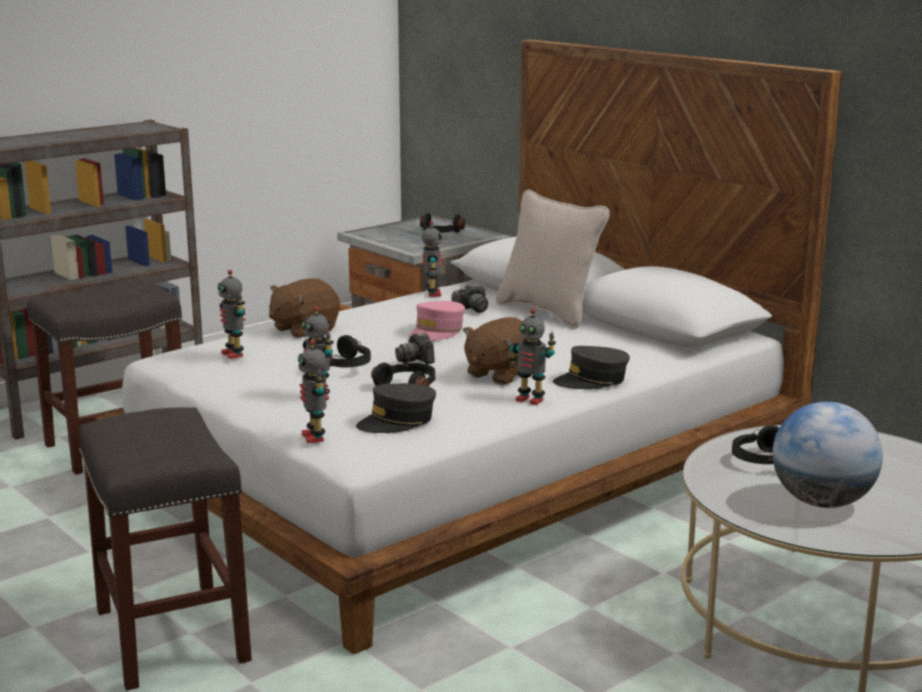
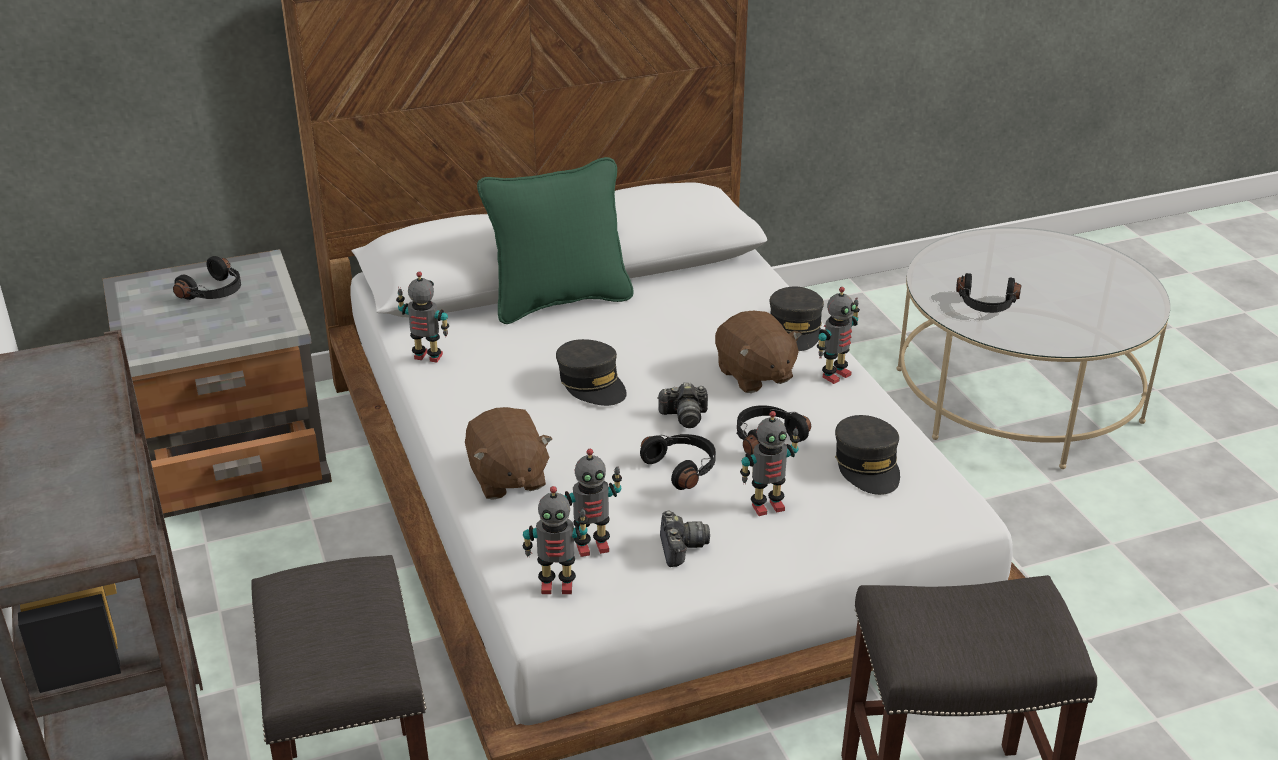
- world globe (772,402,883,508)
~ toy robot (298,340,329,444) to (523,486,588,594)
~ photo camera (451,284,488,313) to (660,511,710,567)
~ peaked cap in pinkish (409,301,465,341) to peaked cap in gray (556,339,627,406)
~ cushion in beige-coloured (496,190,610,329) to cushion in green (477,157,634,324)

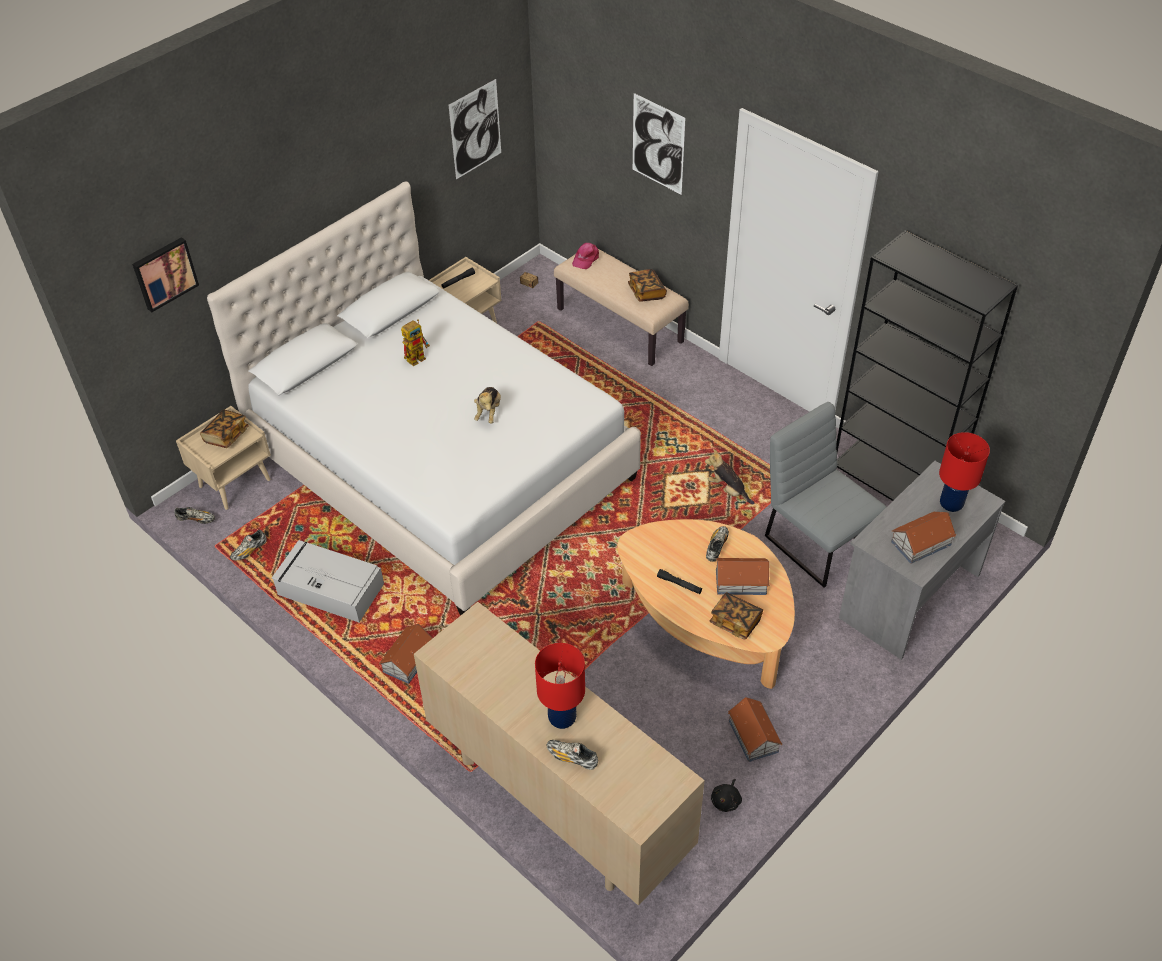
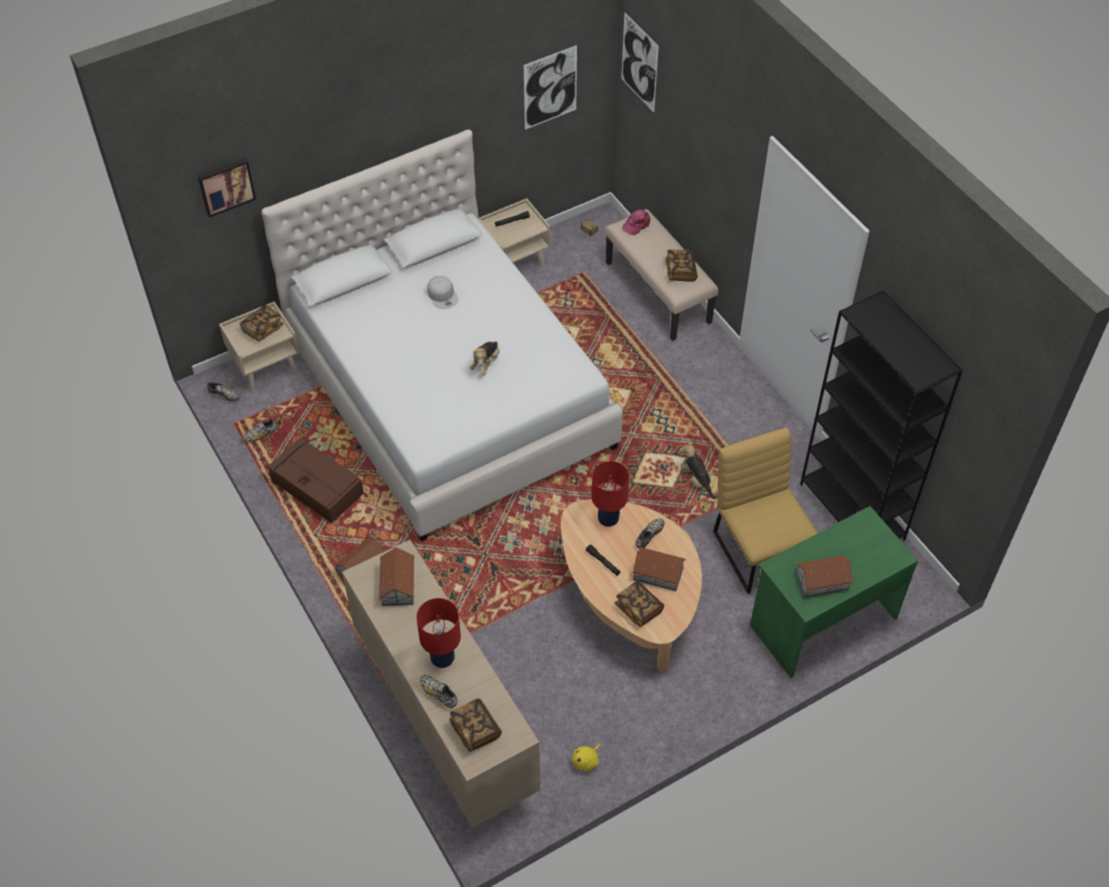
+ bound book (449,699,502,752)
~ picture (633,93,685,195) to (621,12,659,112)
~ model house (728,697,782,762) to (379,547,415,606)
~ lamp for a table in red (939,432,990,512) to (591,461,629,527)
~ toy robot (401,319,430,366) to peaked cap in white (427,276,458,309)
~ storage bin in gray (272,540,384,622) to storage bin in brownish (268,437,364,523)
~ plush toy in black (711,779,742,812) to plush toy in yellowish (572,744,601,771)
~ plain chair in gray (765,402,886,588) to plain chair in yellowish (713,428,818,594)
~ desk in gray (839,461,1005,660) to desk in green (750,506,918,678)

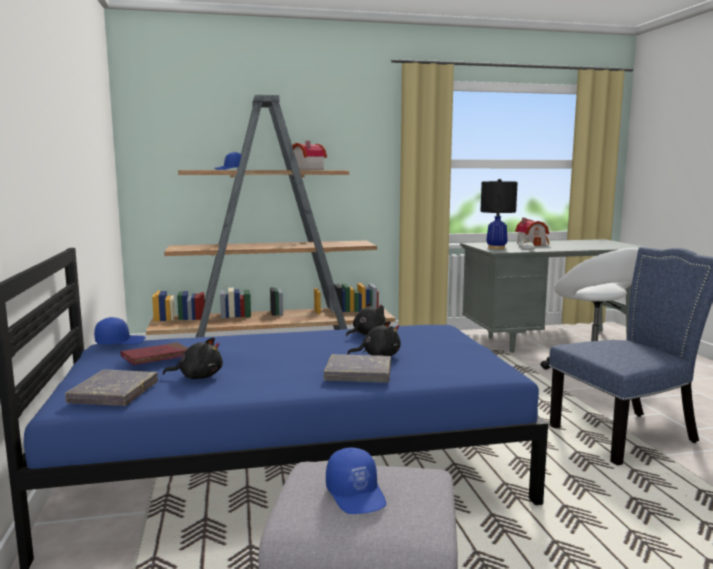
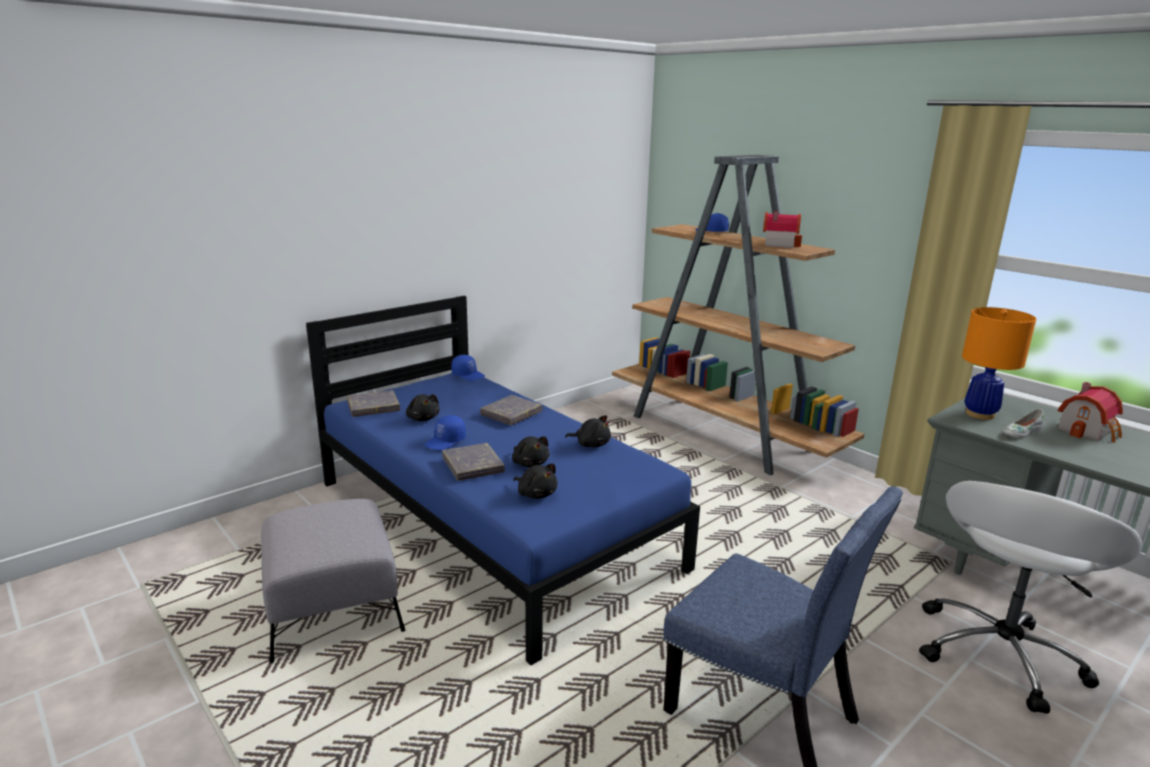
- bound book in red (120,342,188,365)
+ bound book in gray (480,395,542,425)
+ plush toy in black (513,464,557,499)
~ peaked cap in blue-coloured (326,447,386,514) to (425,415,466,450)
~ lamp for a table in black (481,179,518,249) to lamp for a table in orange (962,307,1036,420)

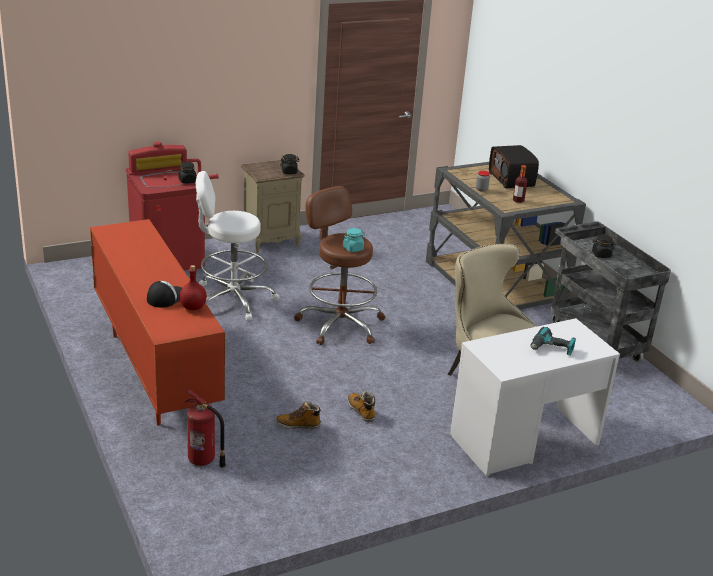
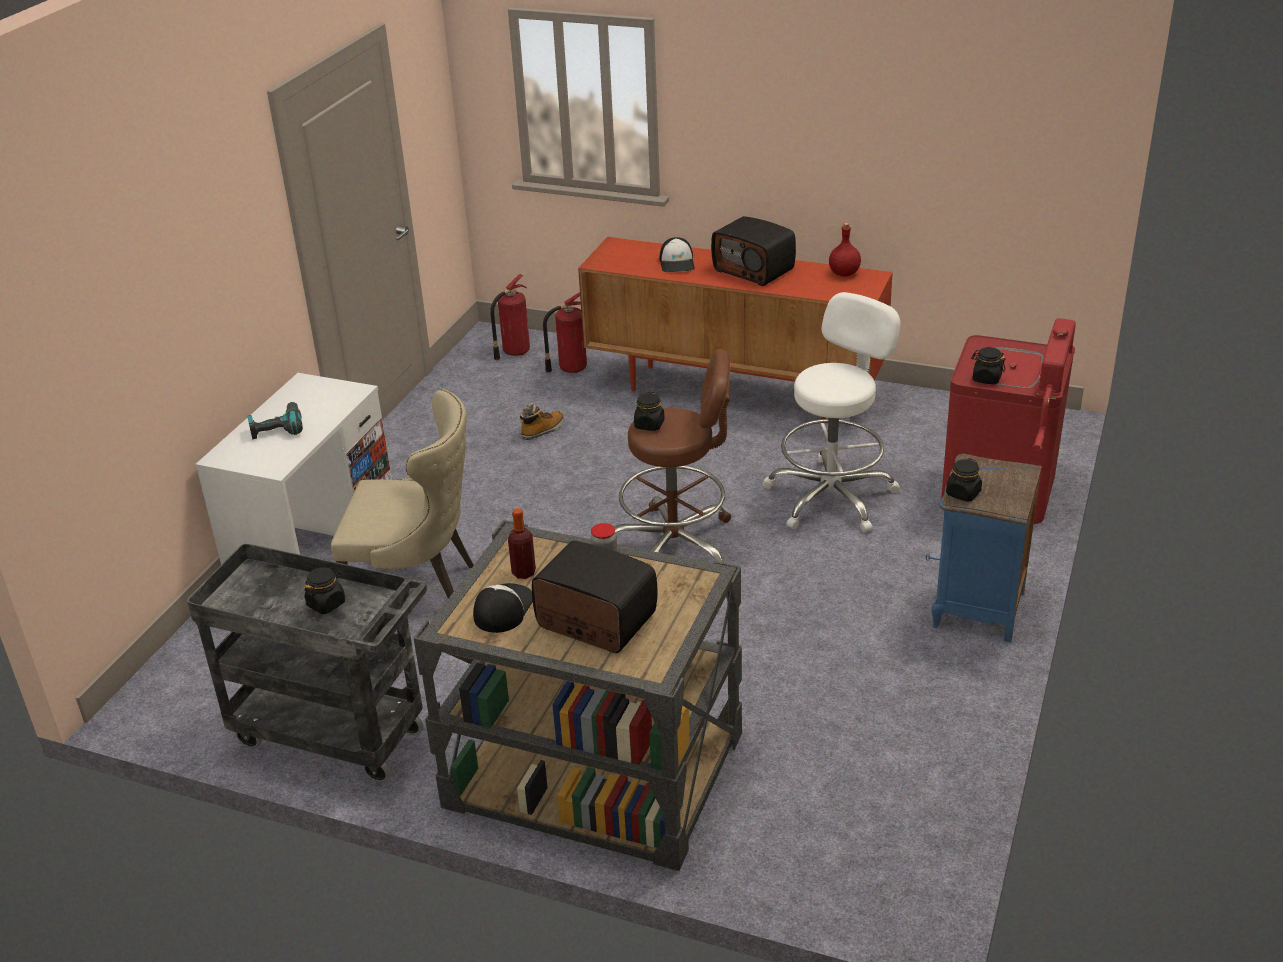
- tall boot (348,391,375,422)
+ peaked cap (473,583,533,633)
+ fire extinguisher (490,274,530,360)
+ radio set (711,216,796,286)
~ drink bottle in red (180,265,207,310) to (829,223,861,277)
~ bedside table in beige-coloured (241,160,305,253) to bedside table in blue-coloured (926,454,1042,642)
~ jar in turquoise-coloured (343,228,365,252) to jar in black (634,392,665,431)

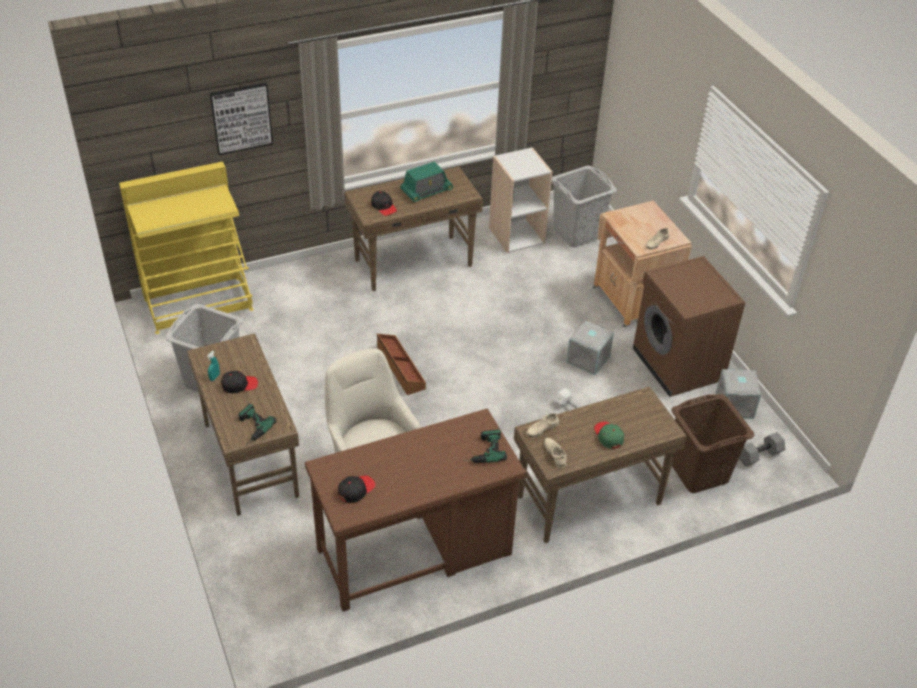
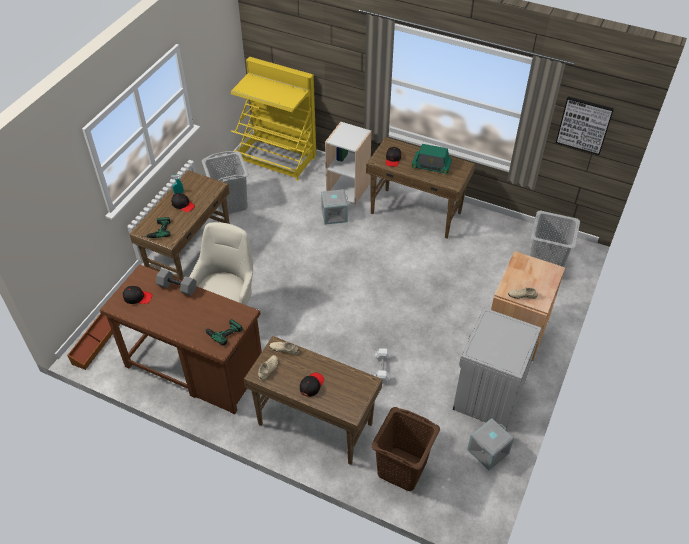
~ picture (210,82,273,155) to (556,97,614,155)
~ storage bin in brownish (377,334,426,395) to (67,313,120,370)
~ bookshelf (489,147,552,253) to (325,122,372,205)
~ storage bin in gray (566,320,614,375) to (321,189,348,225)
~ free weight in gray (739,432,785,466) to (156,269,197,296)
~ peaked cap in green (594,422,624,449) to peaked cap in black (300,373,324,397)
~ laundry appliance in brownish (633,256,745,397) to laundry appliance in white (453,308,542,430)

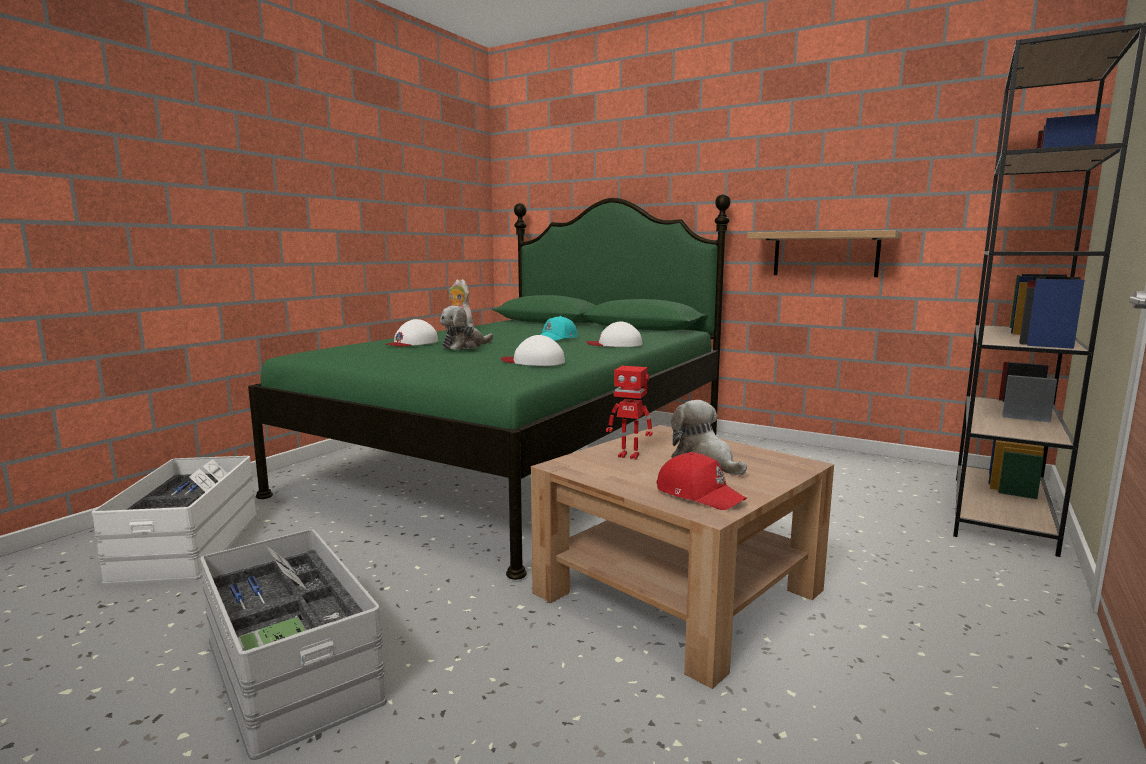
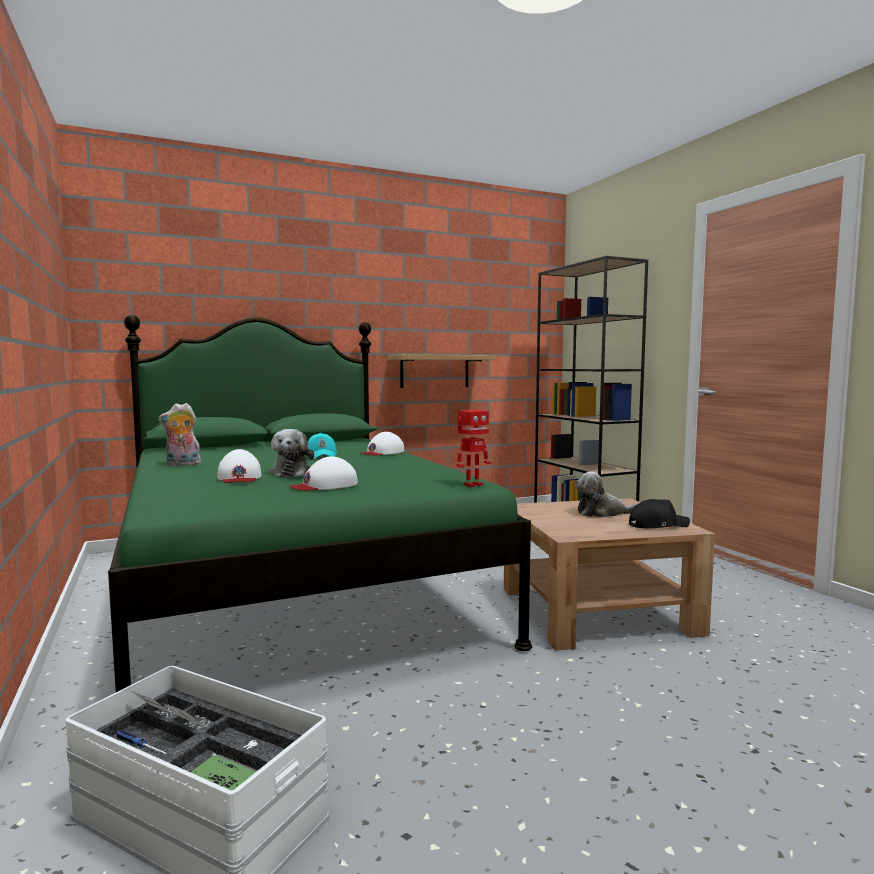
- storage bin in gray (200,529,387,760)
~ peaked cap in white (501,335,565,366) to (289,456,358,491)
~ toy robot (606,366,653,459) to (457,410,491,487)
~ peaked cap in red (656,452,747,510) to peaked cap in black (629,499,690,529)

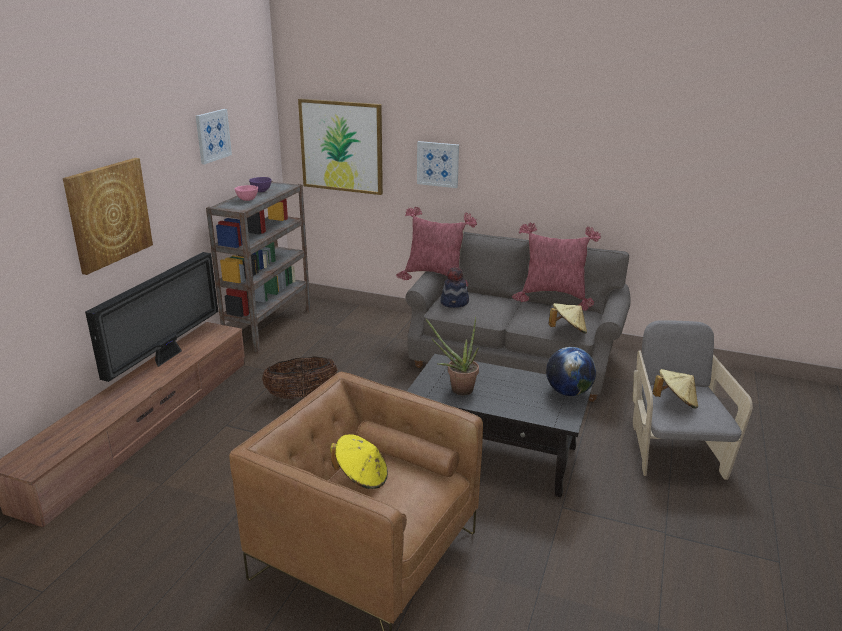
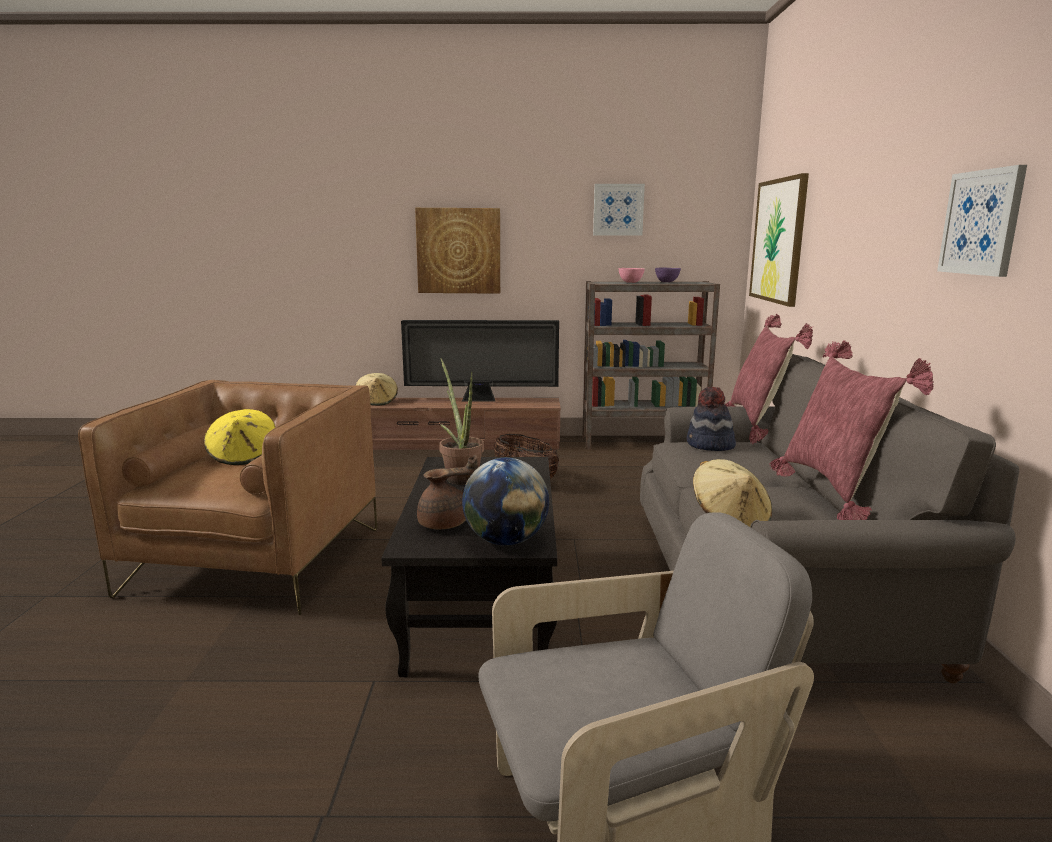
+ teapot in brownish (417,455,478,529)
~ picture (417,141,459,188) to (937,165,1027,277)
~ clothing hat in beige-coloured (652,369,698,409) to (356,373,398,406)

